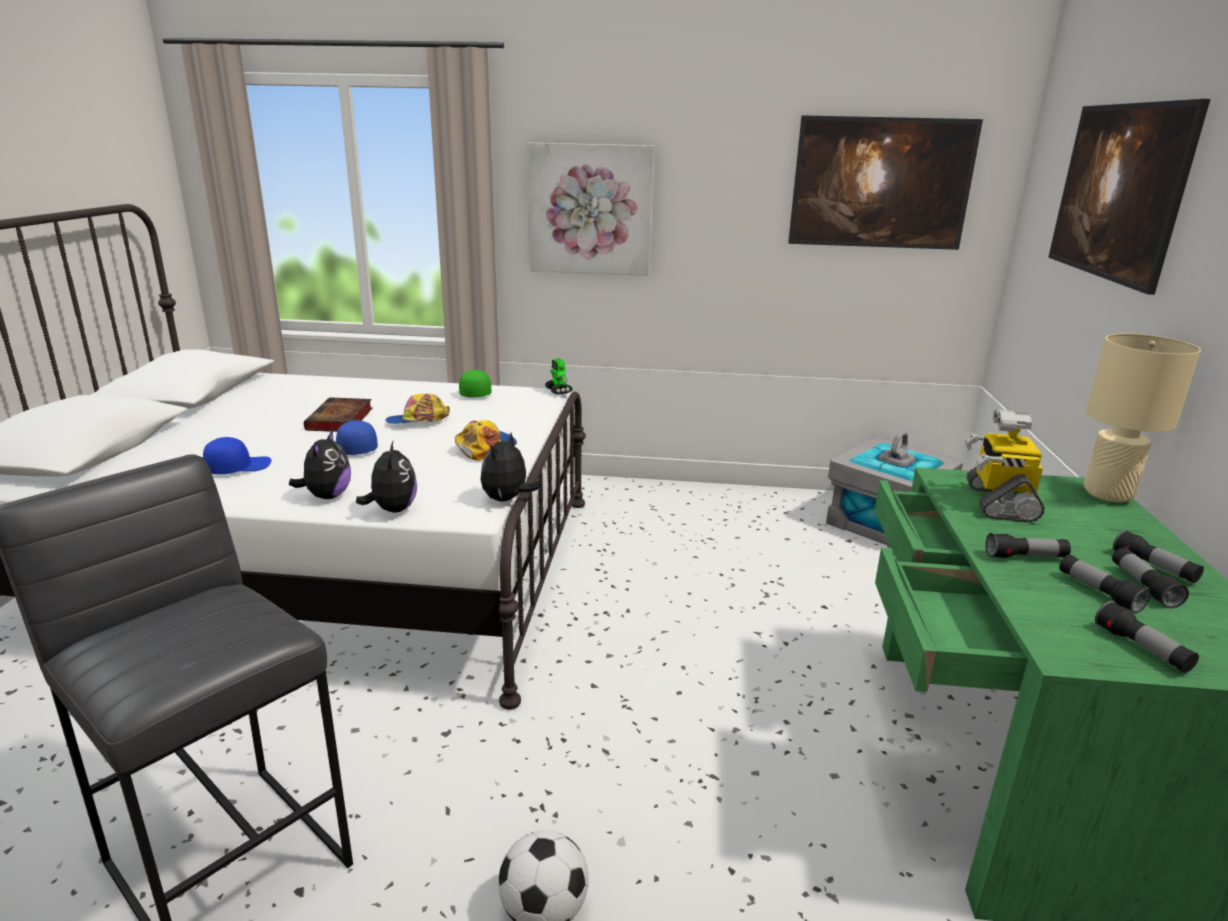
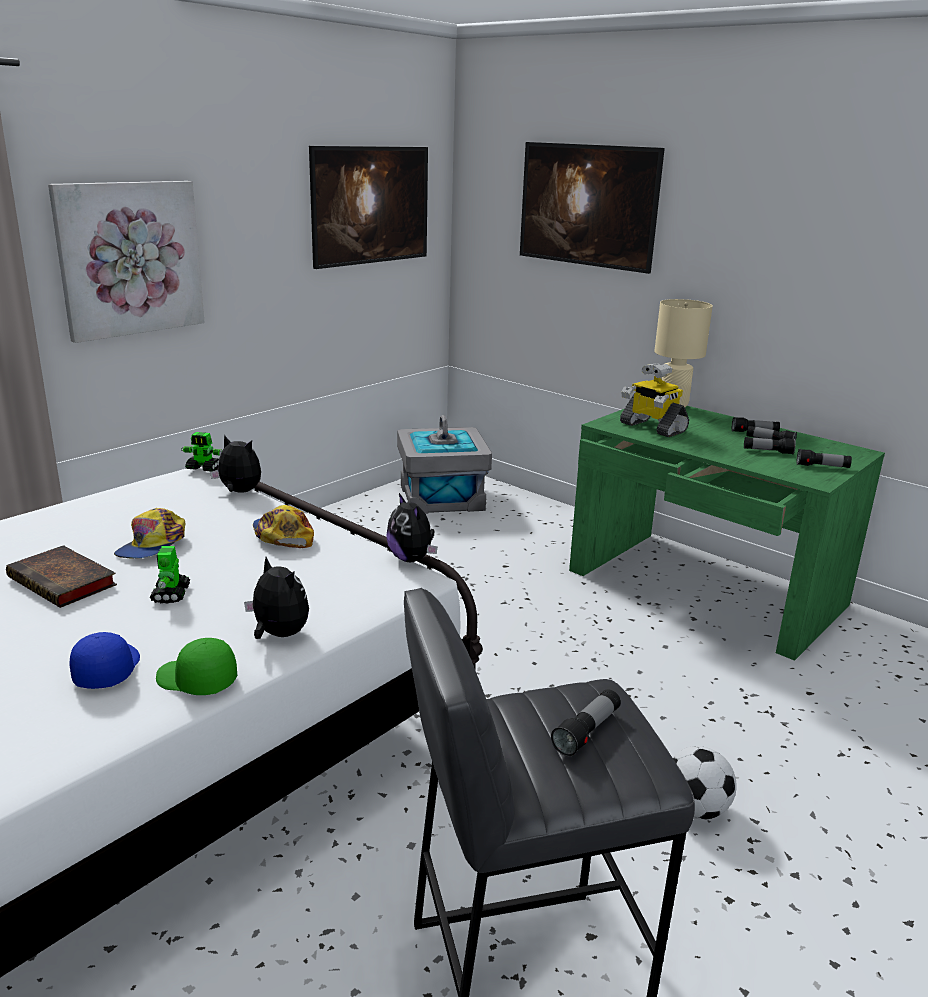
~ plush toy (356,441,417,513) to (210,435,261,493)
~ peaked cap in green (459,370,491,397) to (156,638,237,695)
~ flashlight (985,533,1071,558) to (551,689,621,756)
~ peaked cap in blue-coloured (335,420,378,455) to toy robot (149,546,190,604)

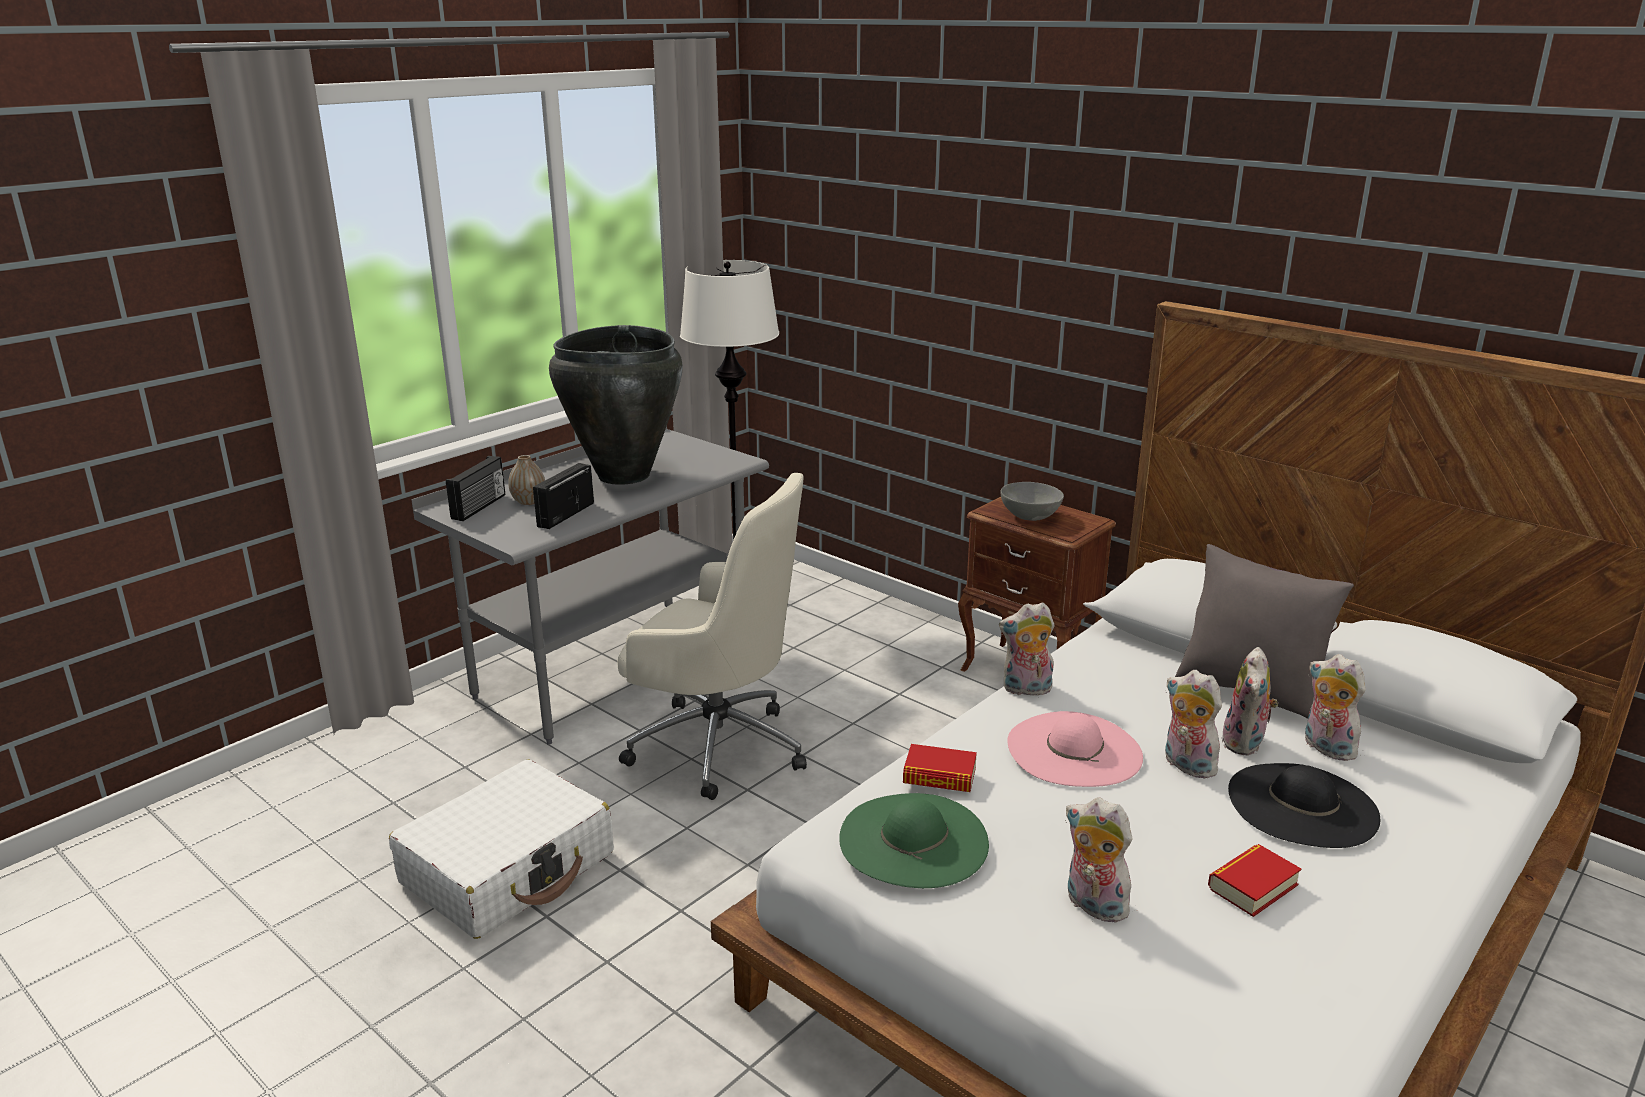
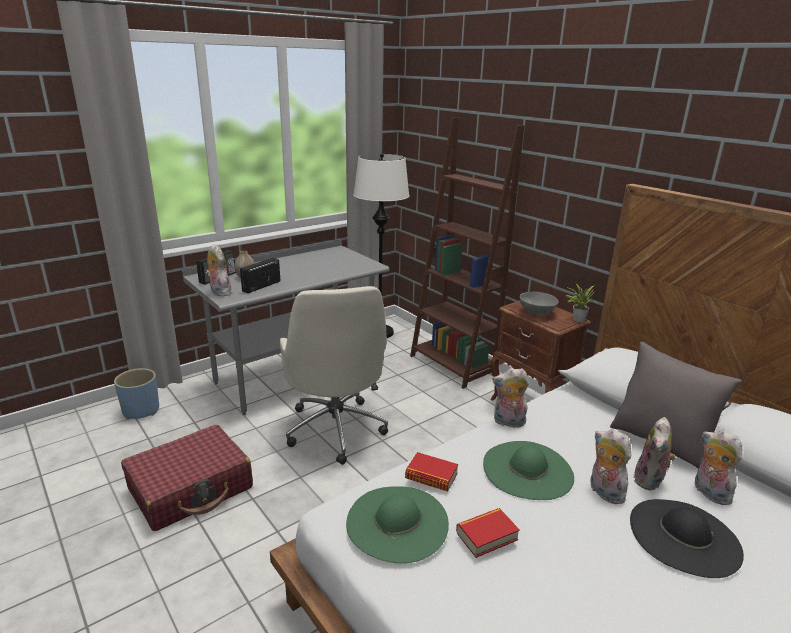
- vase in black (549,325,683,485)
+ plant pot in blue-coloured (114,368,159,419)
+ bookshelf in brownish (410,117,524,389)
+ houseplant (566,284,595,322)
~ plush toy (1065,798,1133,922) to (206,244,231,296)
~ bound book (1208,844,1301,917) to (456,508,520,558)
~ travel case in white (389,760,613,939) to travel case in red (121,425,253,531)
~ clothing hat in pinkish (1007,711,1143,787) to clothing hat in green (483,441,574,500)
~ desk chair in beige-coloured (617,473,807,800) = (280,286,388,465) 45 degrees clockwise

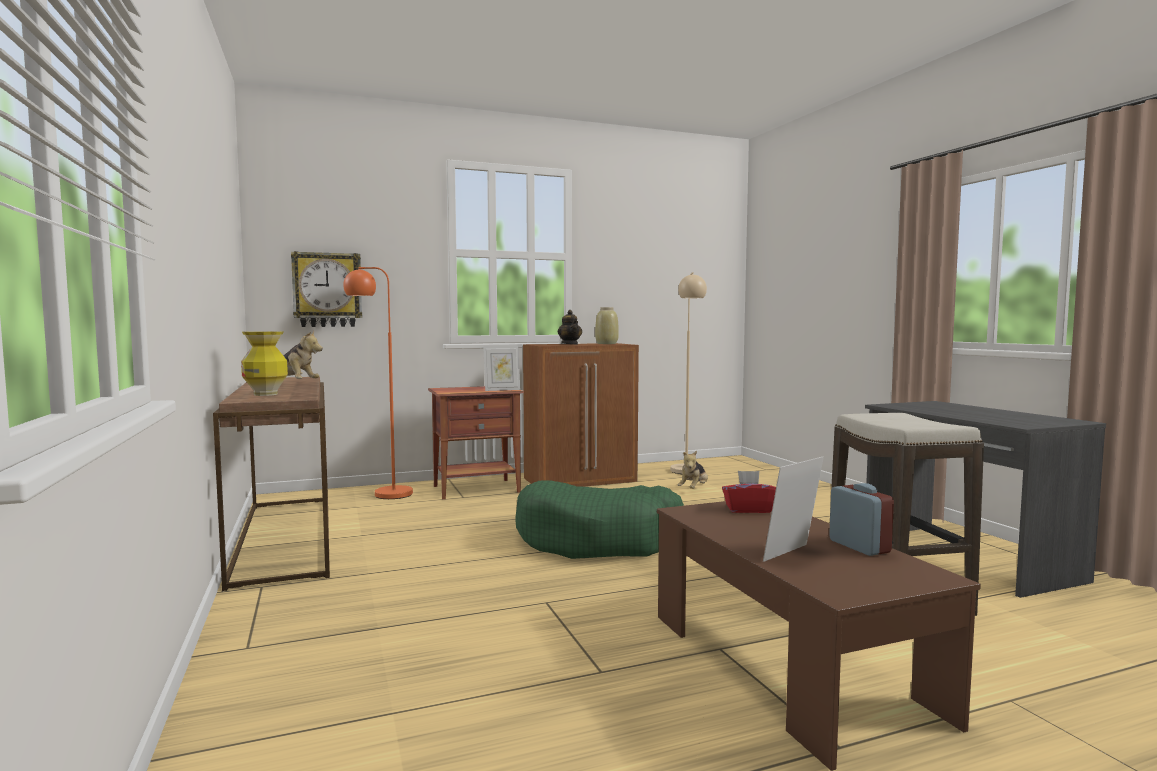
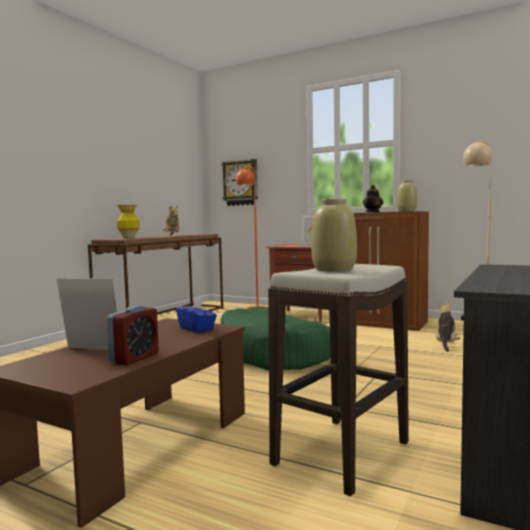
+ vase in beige-coloured (311,199,357,272)
~ tissue holder in red (722,471,776,513) to tissue holder in blue-coloured (176,298,217,333)
~ plush toy (678,451,708,489) = (435,303,460,352) 120 degrees clockwise

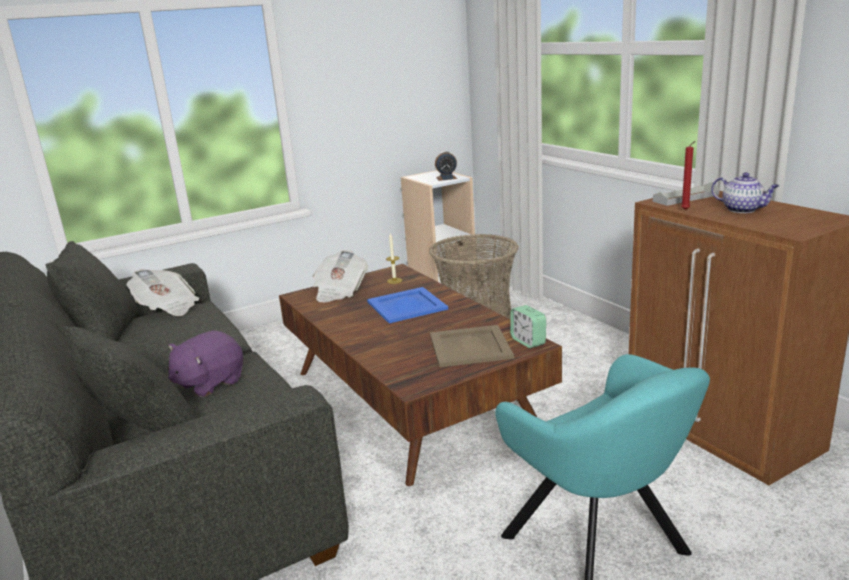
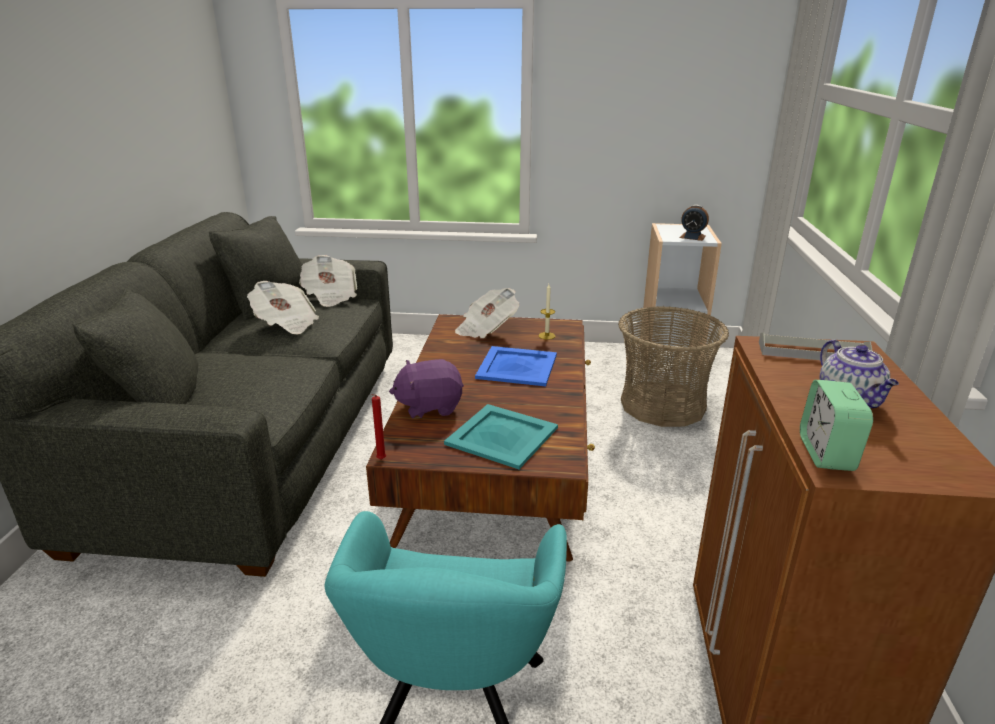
+ newspaper (247,281,319,334)
~ plush toy in purple-coloured (168,330,243,397) to (389,359,464,419)
~ table clock (510,305,546,348) to (800,380,873,471)
~ candle in red (681,141,696,210) to (372,394,386,460)
~ serving tray in beige-coloured (430,325,514,367) to serving tray in turquoise-coloured (444,404,558,469)

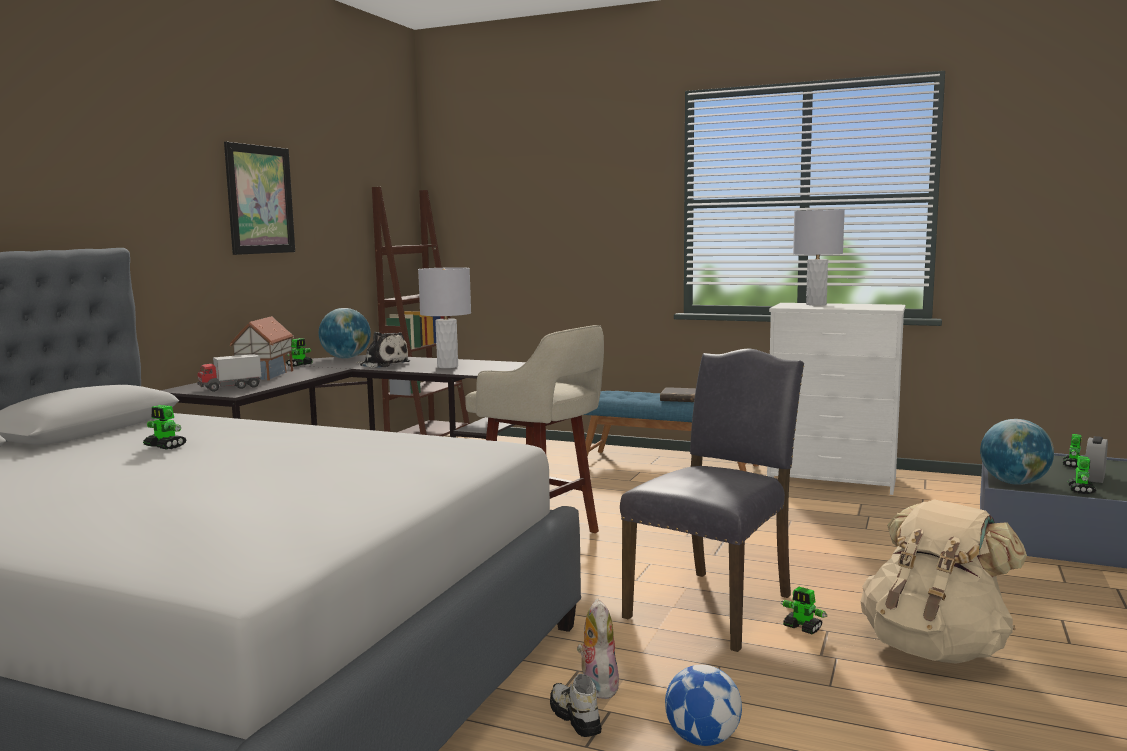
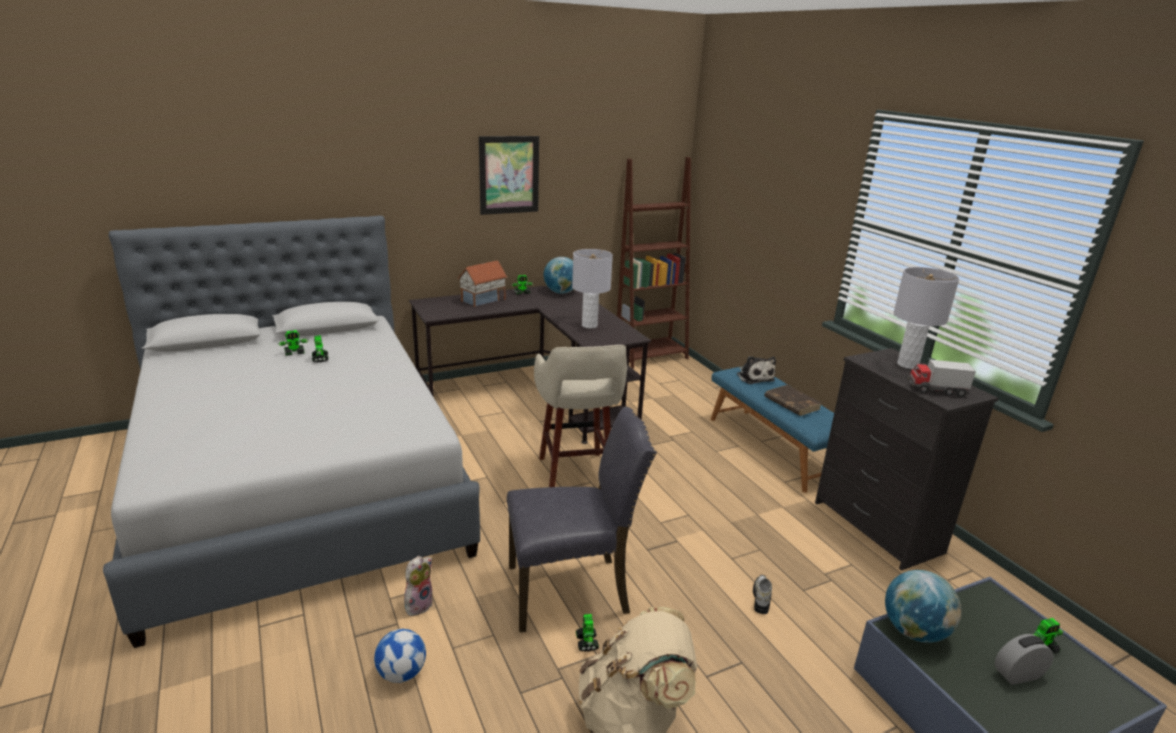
~ toy truck (197,354,261,392) to (908,359,976,397)
~ plush toy (356,332,410,368) to (737,356,776,384)
~ low shoe (550,674,602,737) to (753,575,772,614)
~ toy robot (1068,456,1096,494) to (278,330,309,356)
~ dresser in white (767,303,906,495) to dresser in black (815,348,998,571)

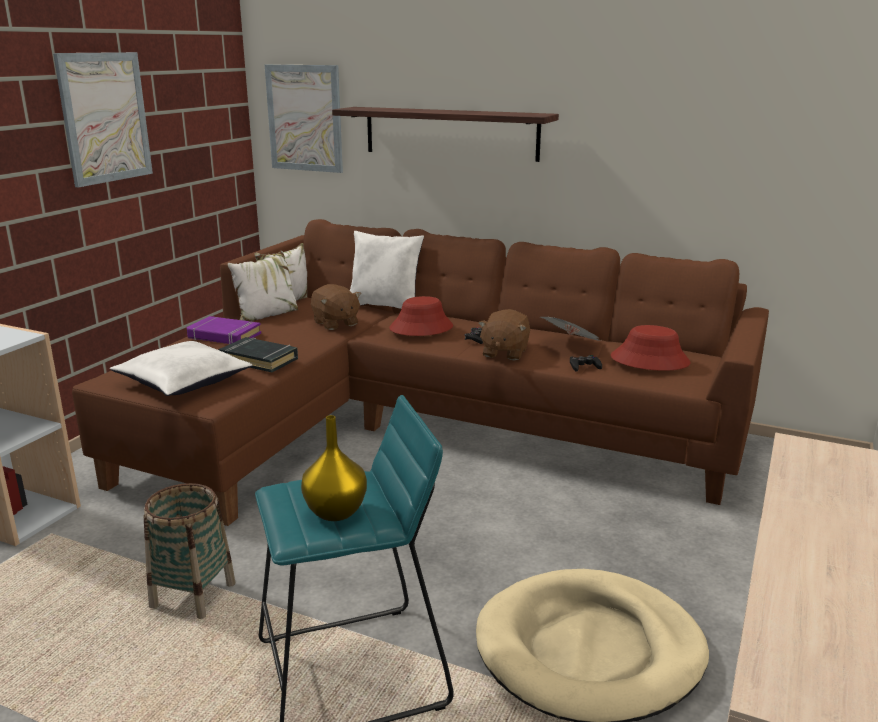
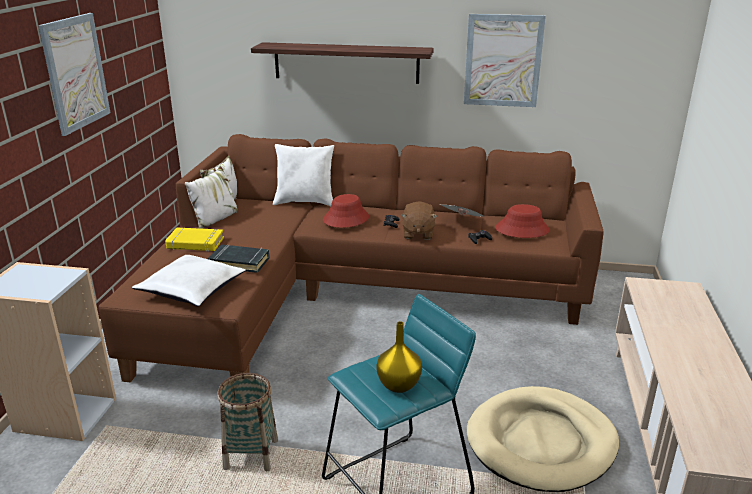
- plush toy in brownish (311,284,361,330)
~ picture (265,64,343,173) to (464,14,546,107)
~ bound book in purple-coloured (187,316,261,344) to bound book in yellowish (165,227,224,251)

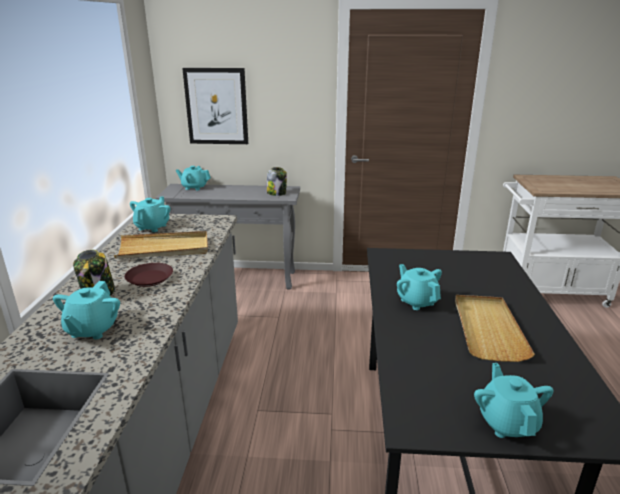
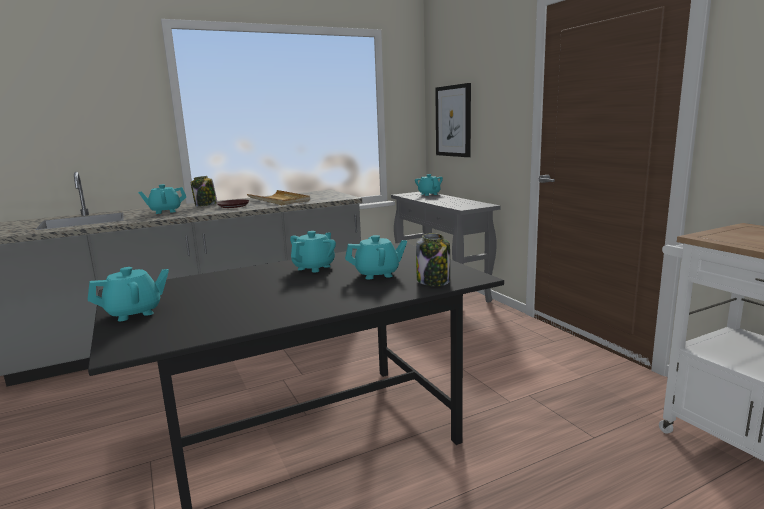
- serving tray in beige-coloured (455,295,535,362)
~ teapot in turquoise-coloured (130,196,170,232) to (345,235,407,280)
~ jar (267,167,287,196) to (416,233,450,286)

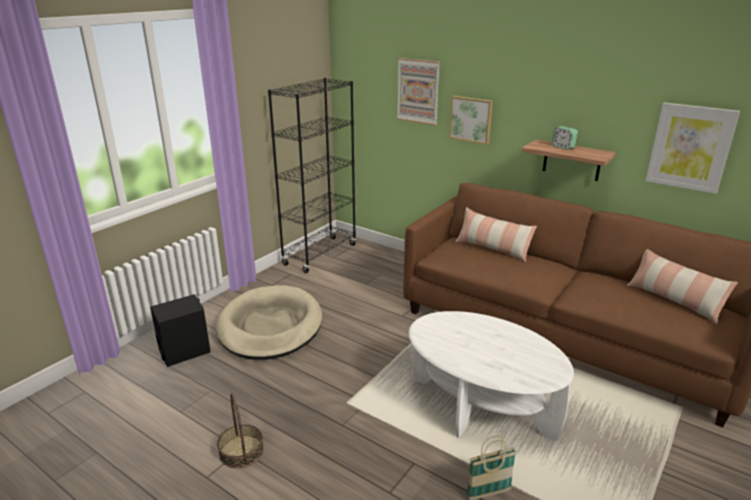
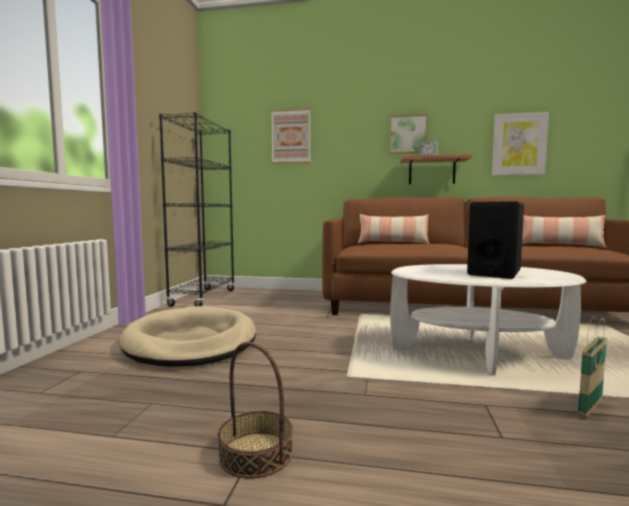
~ speaker in black (150,294,211,367) to (467,201,524,279)
~ picture (449,96,493,144) to (389,114,428,154)

